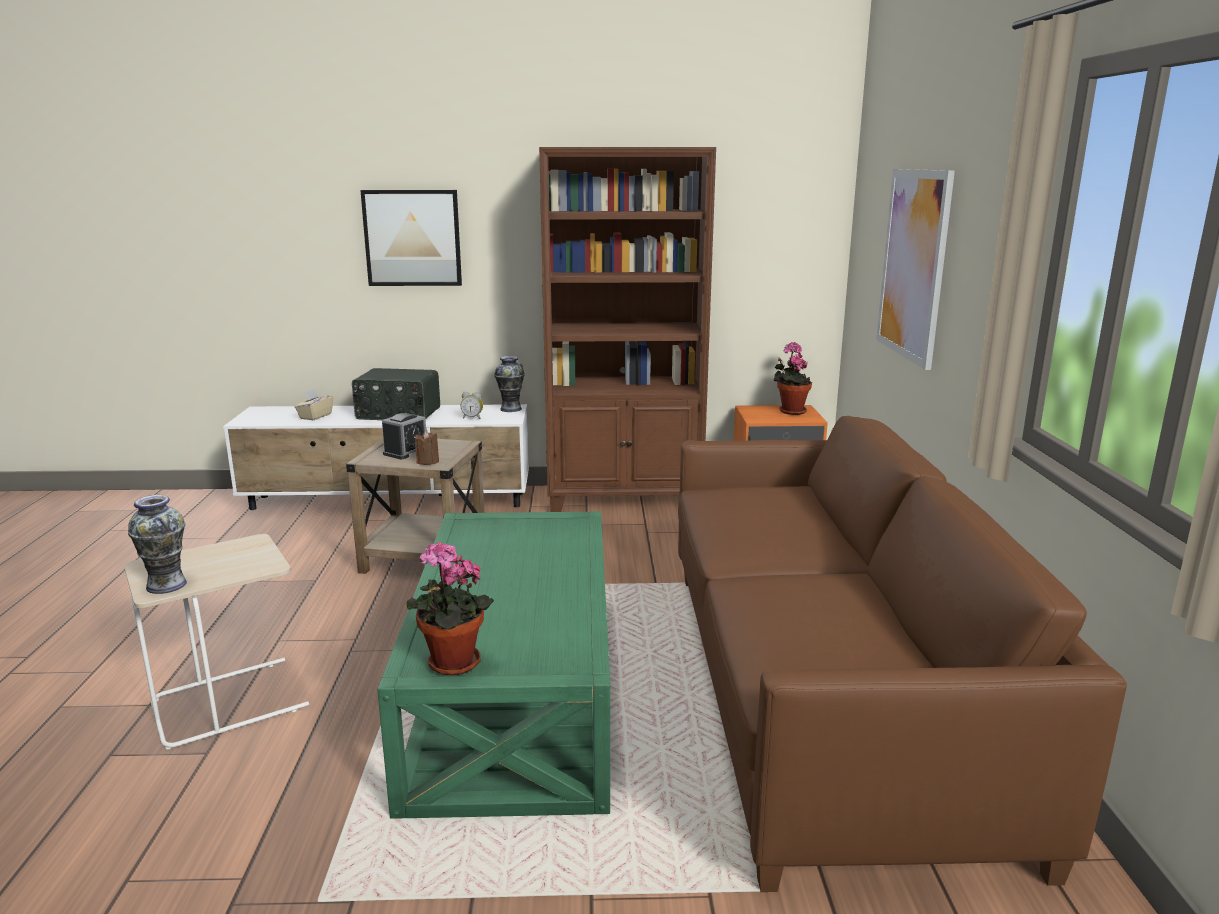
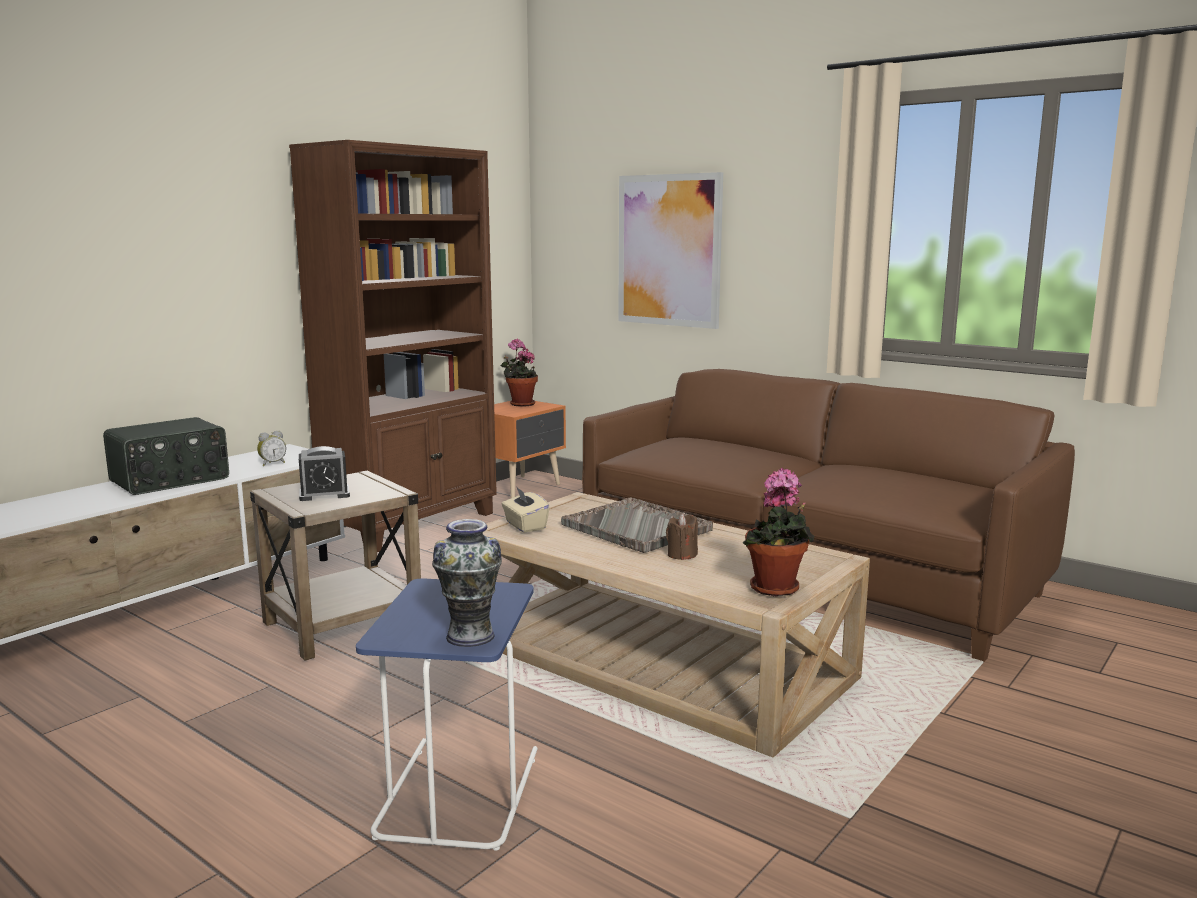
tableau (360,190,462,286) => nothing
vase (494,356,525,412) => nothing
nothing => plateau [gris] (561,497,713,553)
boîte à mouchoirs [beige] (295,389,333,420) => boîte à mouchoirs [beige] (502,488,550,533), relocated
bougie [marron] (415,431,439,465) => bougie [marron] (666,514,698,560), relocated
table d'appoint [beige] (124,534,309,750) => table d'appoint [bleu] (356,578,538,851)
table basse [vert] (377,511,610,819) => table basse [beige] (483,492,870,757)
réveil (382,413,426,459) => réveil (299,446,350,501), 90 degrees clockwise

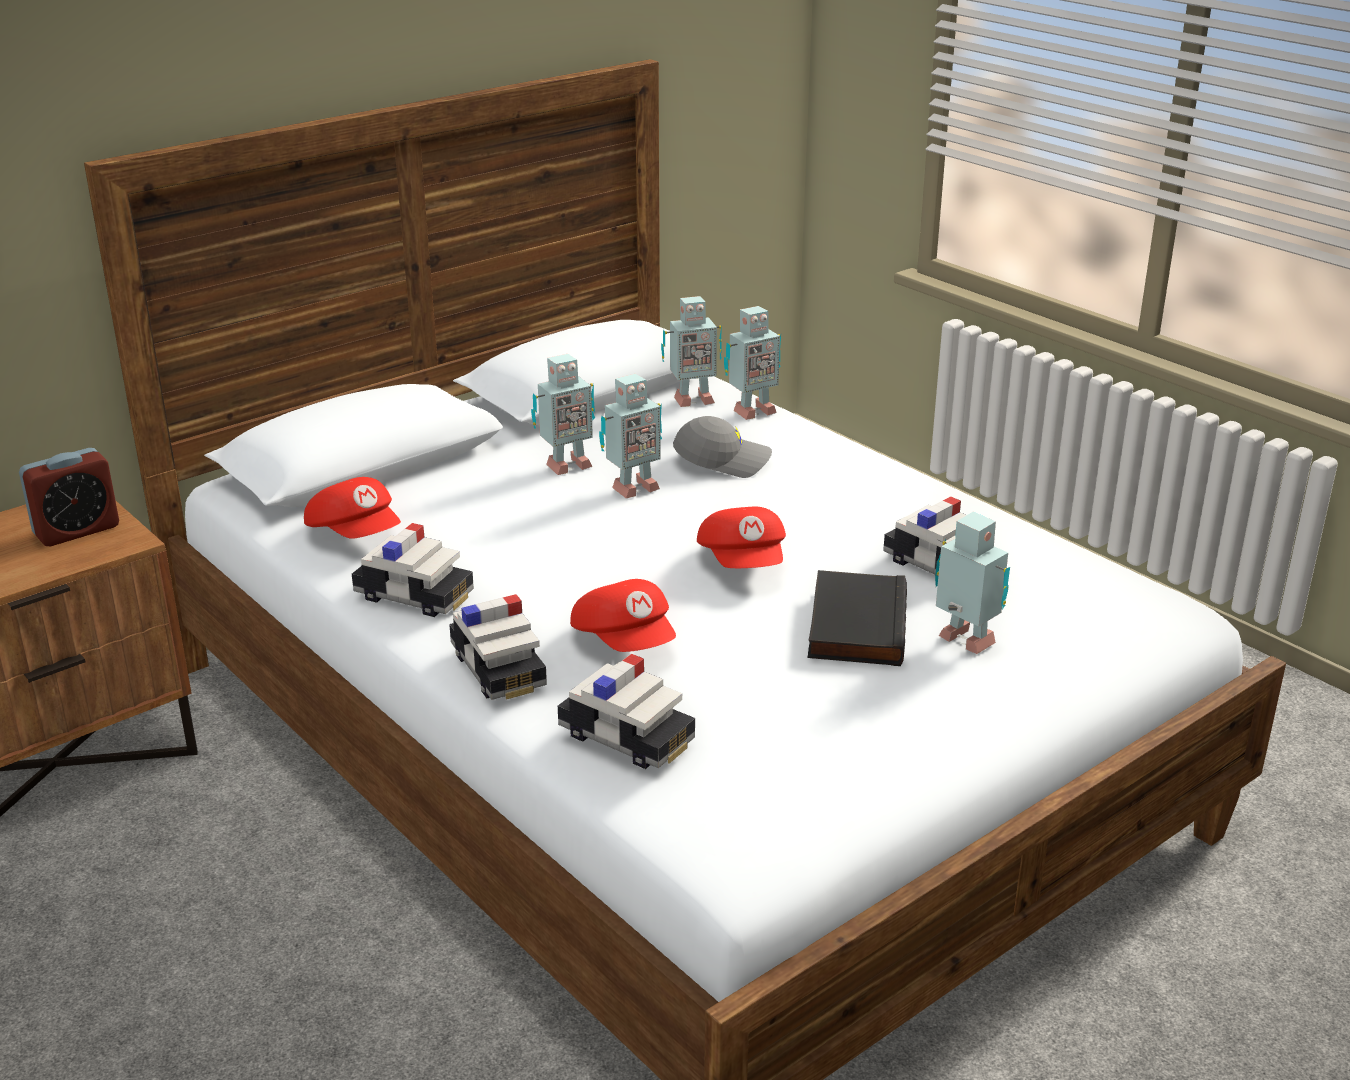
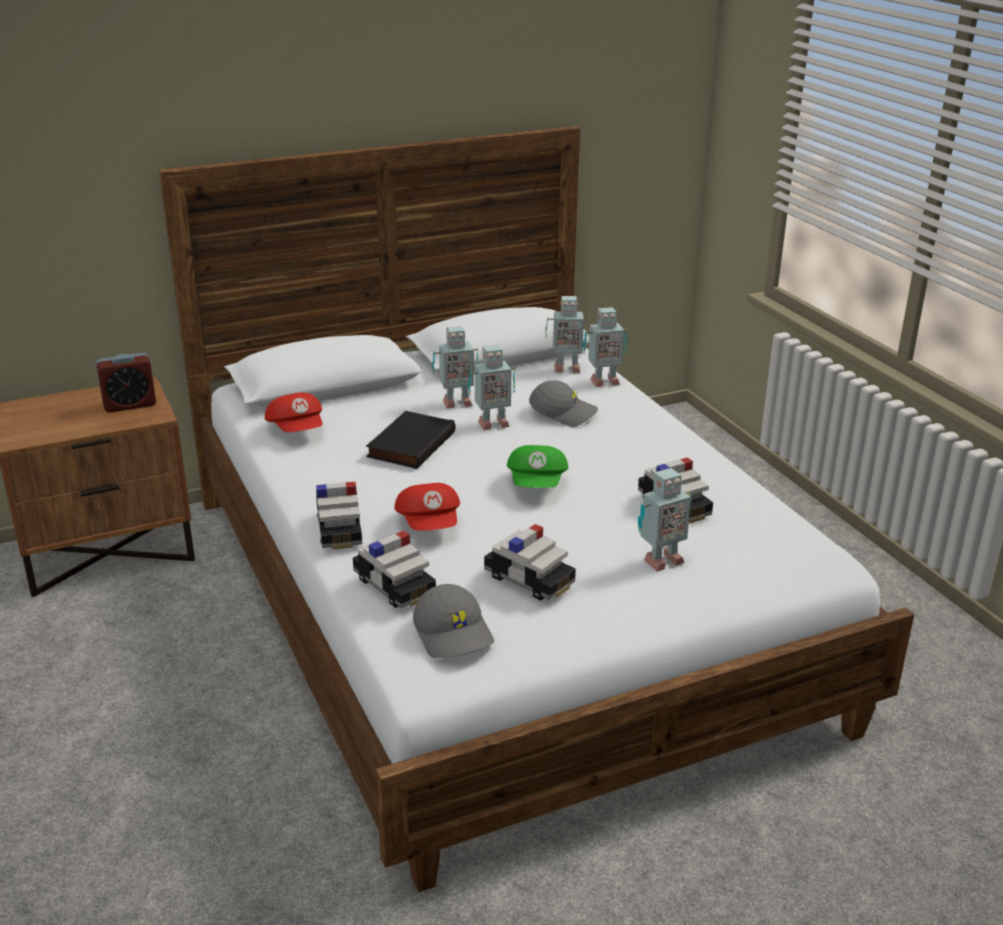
nothing => casquette [gris] (413,584,494,658)
petite voiture (352,523,474,617) => petite voiture (484,524,576,600), relocated
livre [noir] (808,570,907,666) => livre [noir] (366,411,455,469), relocated
casquette [rouge] (697,507,786,568) => casquette [vert] (507,445,568,488)
robot jouet (935,512,1010,654) => robot jouet (638,468,691,571), 90 degrees clockwise

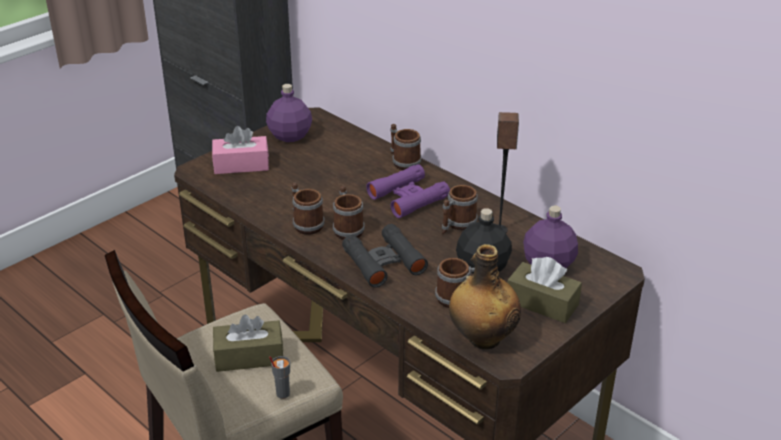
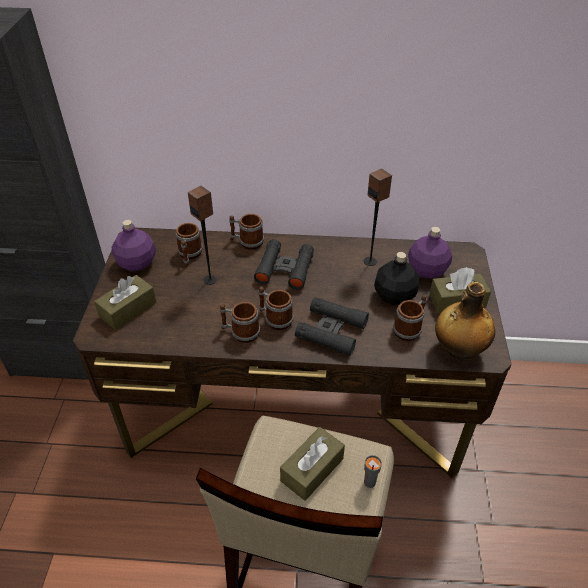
nothing => enceinte (188,186,217,285)
mug (442,185,478,234) => mug (176,223,203,267), relocated
boîte à mouchoirs [rose] (212,126,269,174) => boîte à mouchoirs [marron] (94,275,156,330)
jumelles [violet] (366,164,450,218) => jumelles [noir] (254,239,314,290)

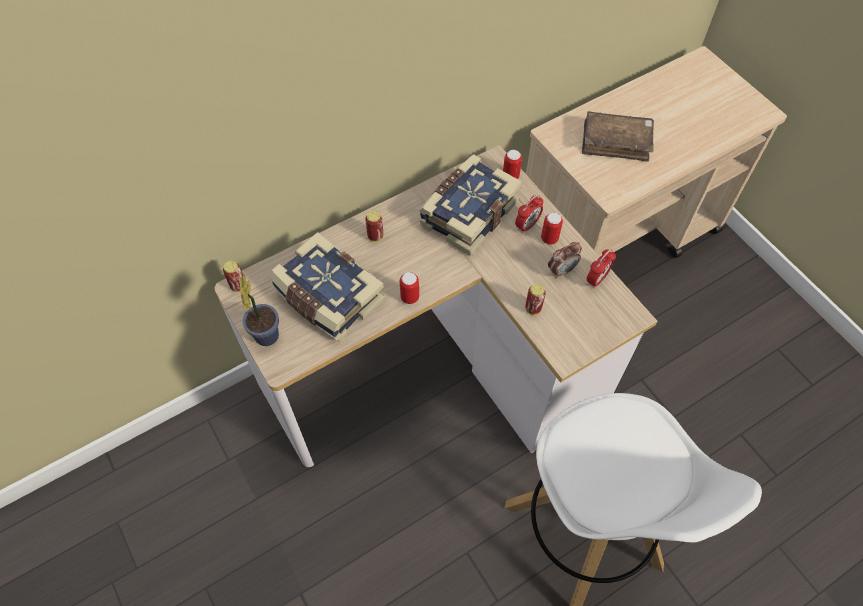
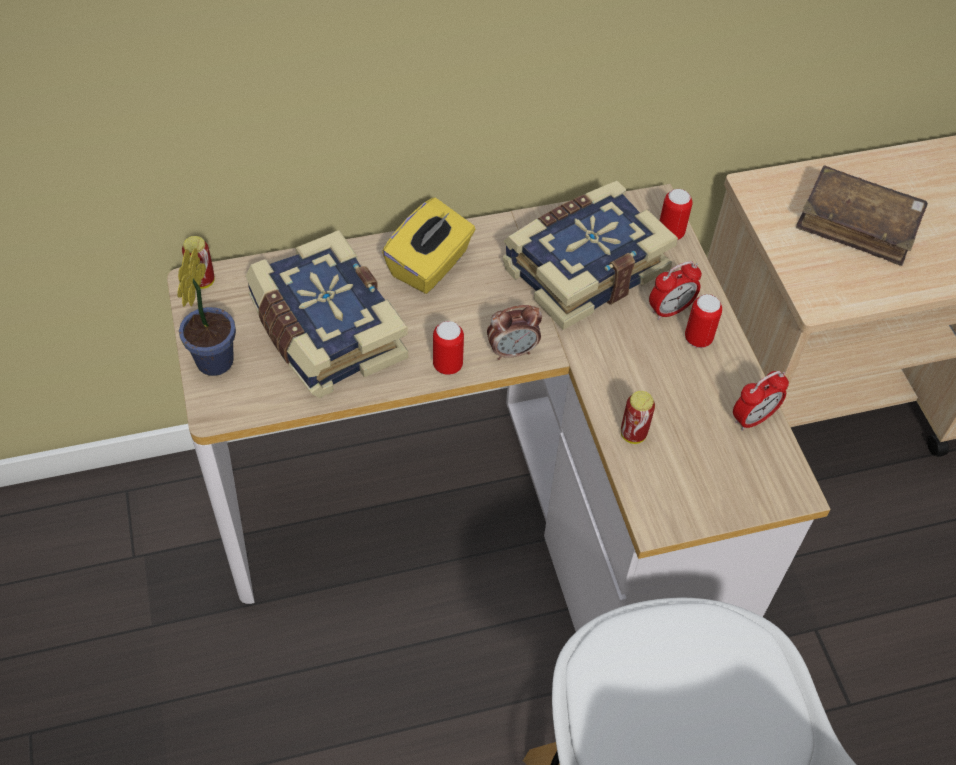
réveil (548,242,582,279) => réveil (487,305,542,360), relocated
boîte métallique (365,210,383,242) => boîte à mouchoirs [jaune] (382,197,476,294)

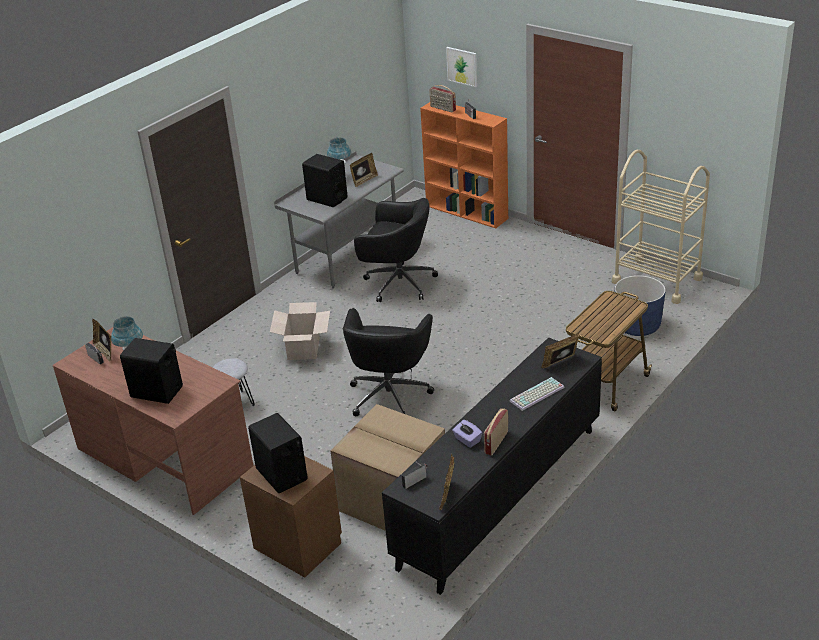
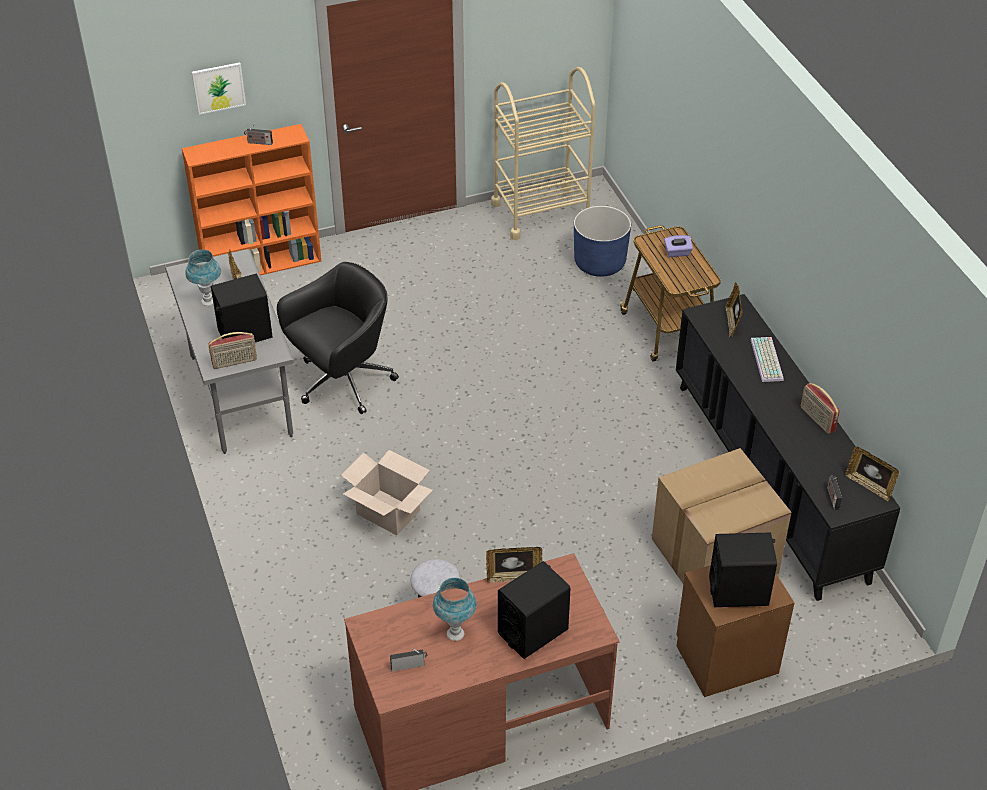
chaise de bureau [noir] (343,308,434,416) => nothing
cadre photo (92,319,111,362) => cadre photo (486,547,542,583), relocated
radio (429,85,456,113) => radio (208,332,257,369), relocated
boîte à mouchoirs [violet] (452,420,482,448) => boîte à mouchoirs [violet] (664,235,693,257), relocated

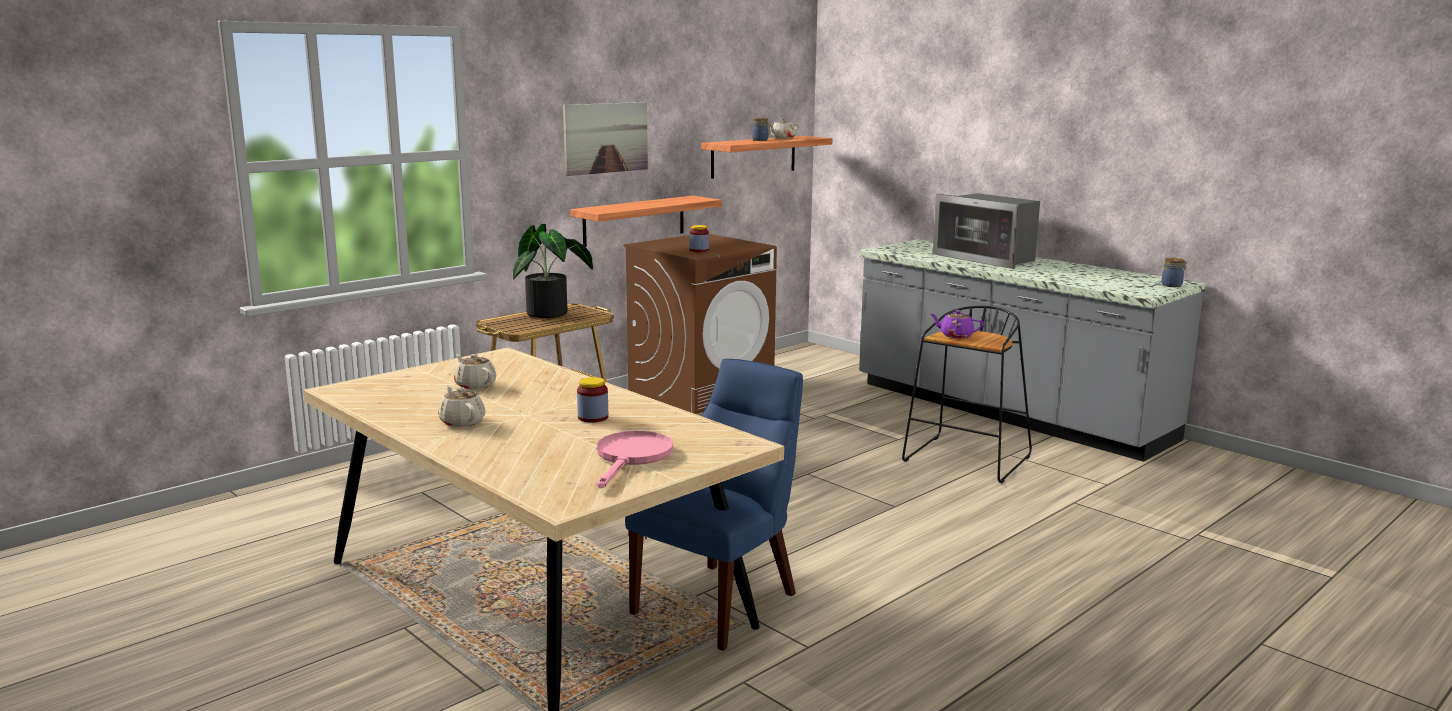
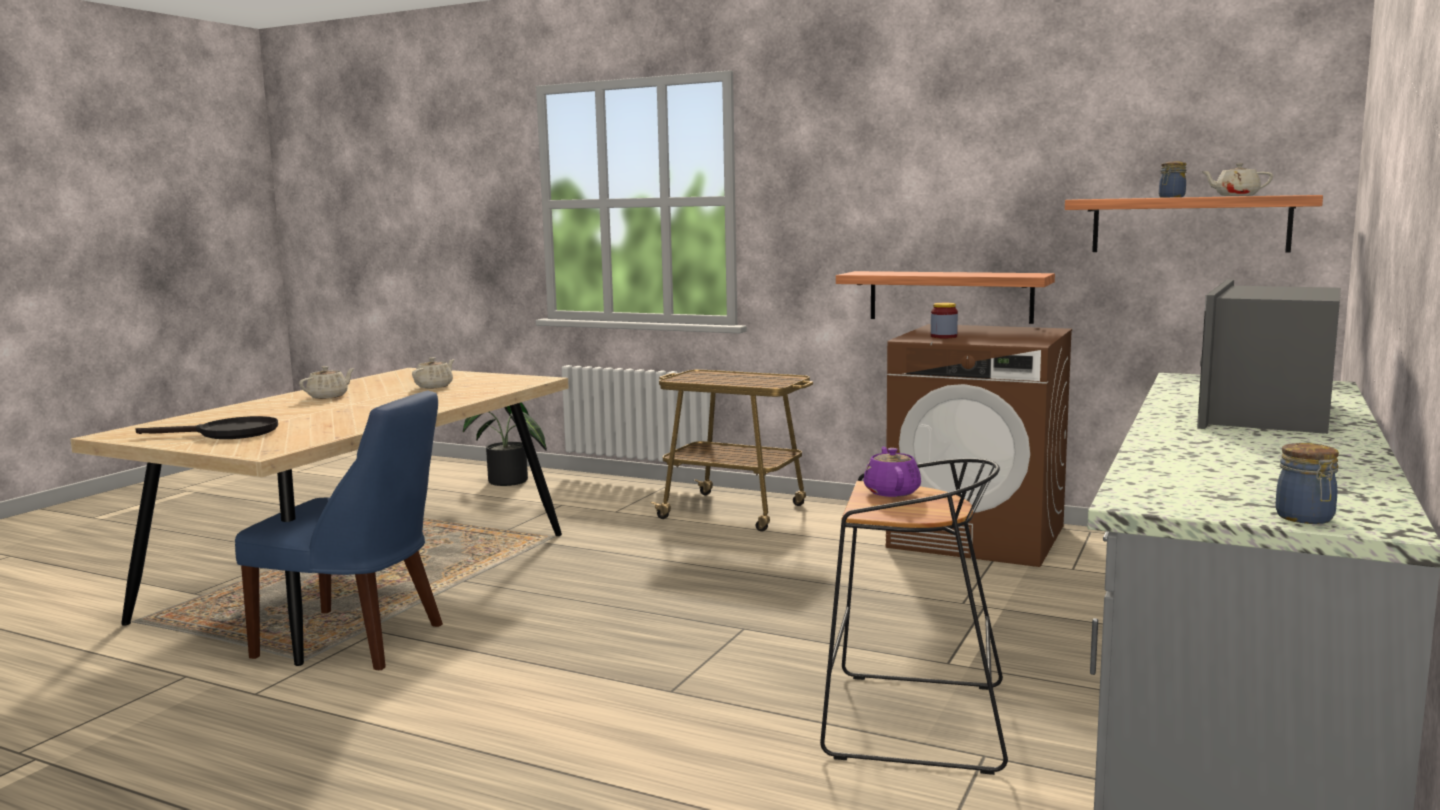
tableau (563,102,648,176) => nothing
bocal (577,377,608,423) => nothing
plante en pot (513,224,593,318) => plante en pot (463,402,547,486), relocated
poêle [rose] (596,431,673,488) => poêle [noir] (135,416,278,439)

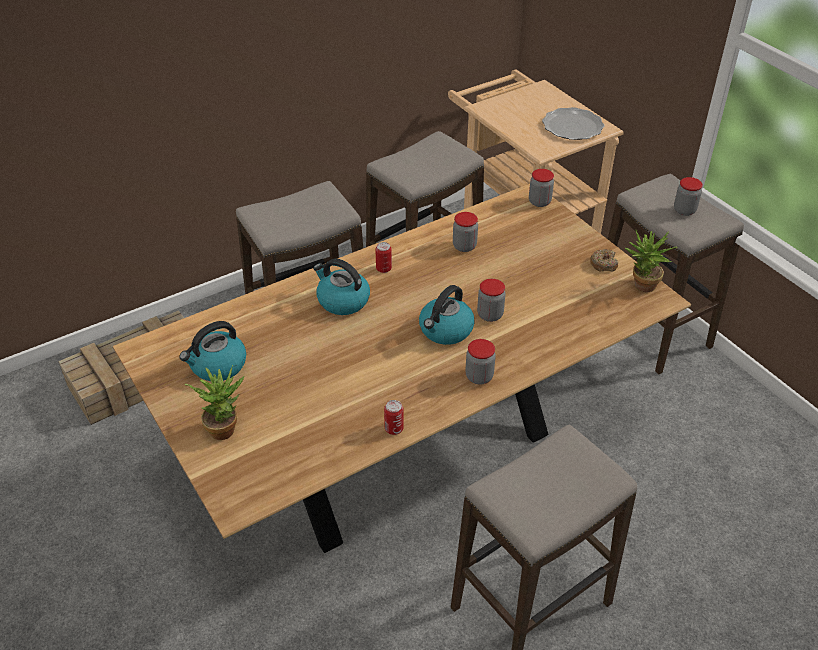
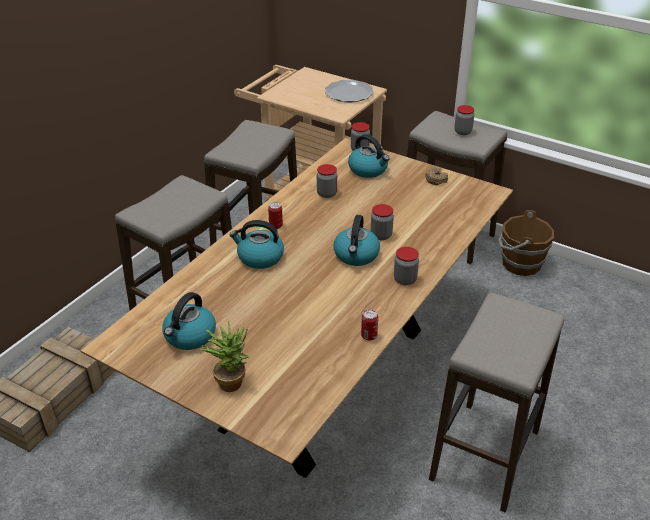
plante en pot (625,230,677,292) => nothing
nothing => bouilloire (348,134,390,178)
nothing => seau [marron] (498,210,554,276)

